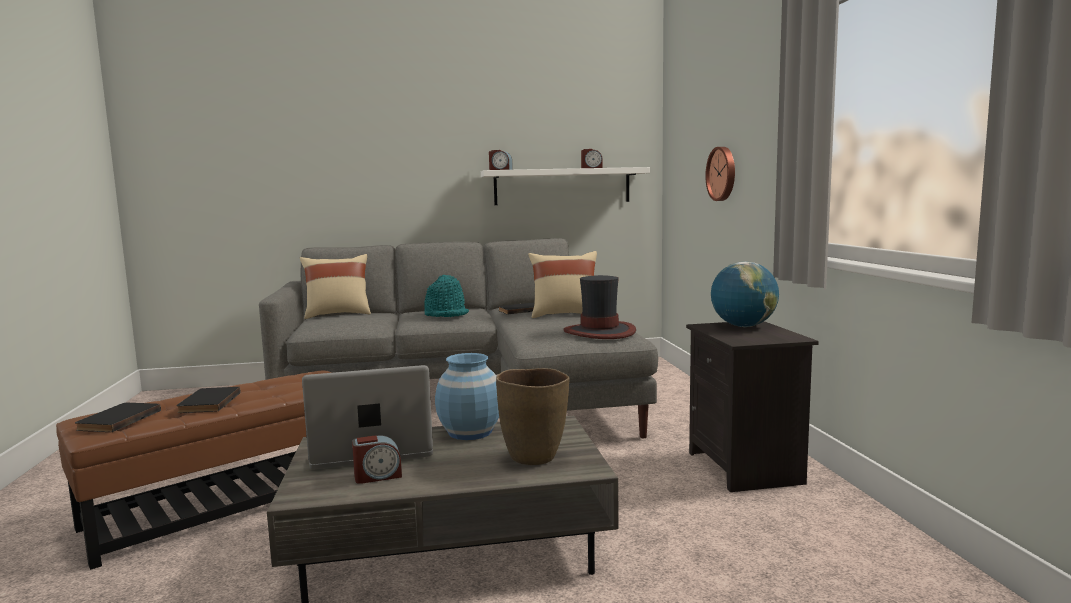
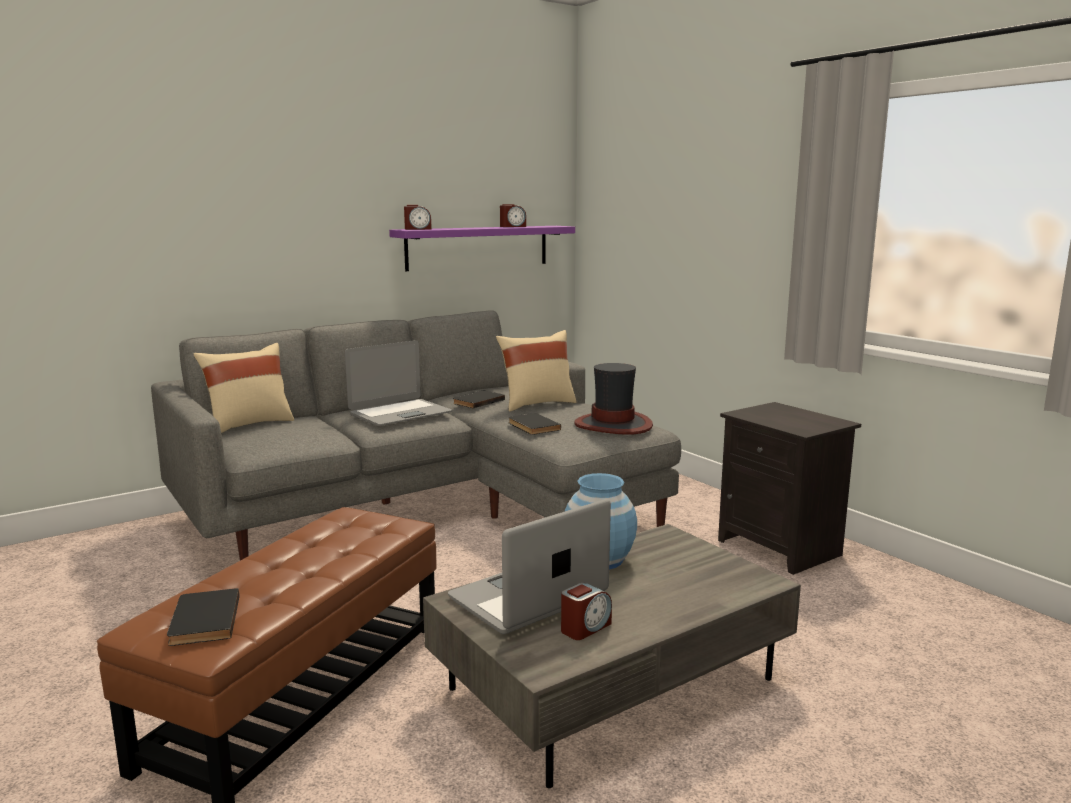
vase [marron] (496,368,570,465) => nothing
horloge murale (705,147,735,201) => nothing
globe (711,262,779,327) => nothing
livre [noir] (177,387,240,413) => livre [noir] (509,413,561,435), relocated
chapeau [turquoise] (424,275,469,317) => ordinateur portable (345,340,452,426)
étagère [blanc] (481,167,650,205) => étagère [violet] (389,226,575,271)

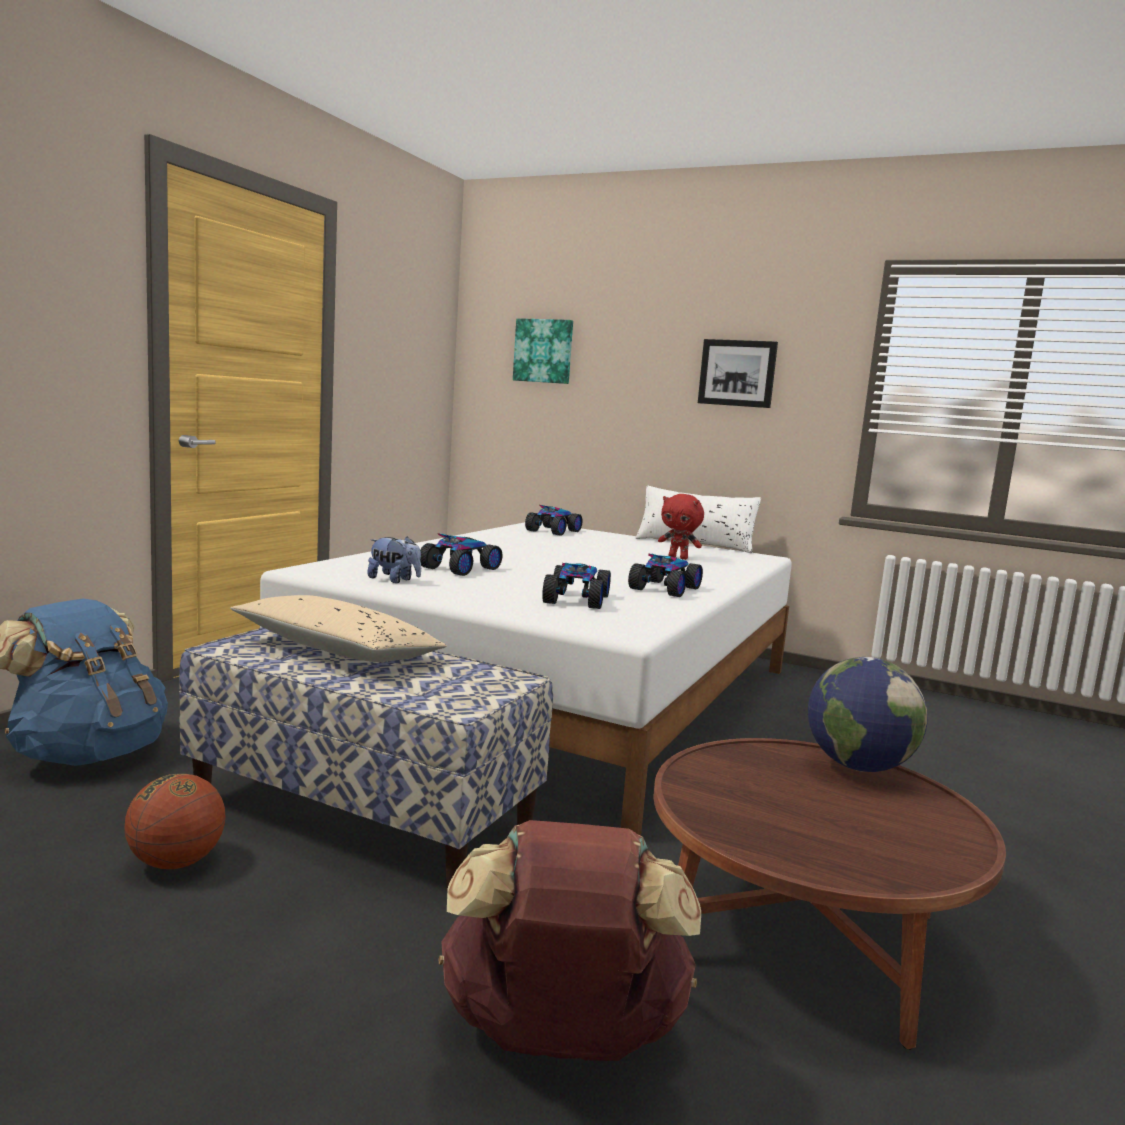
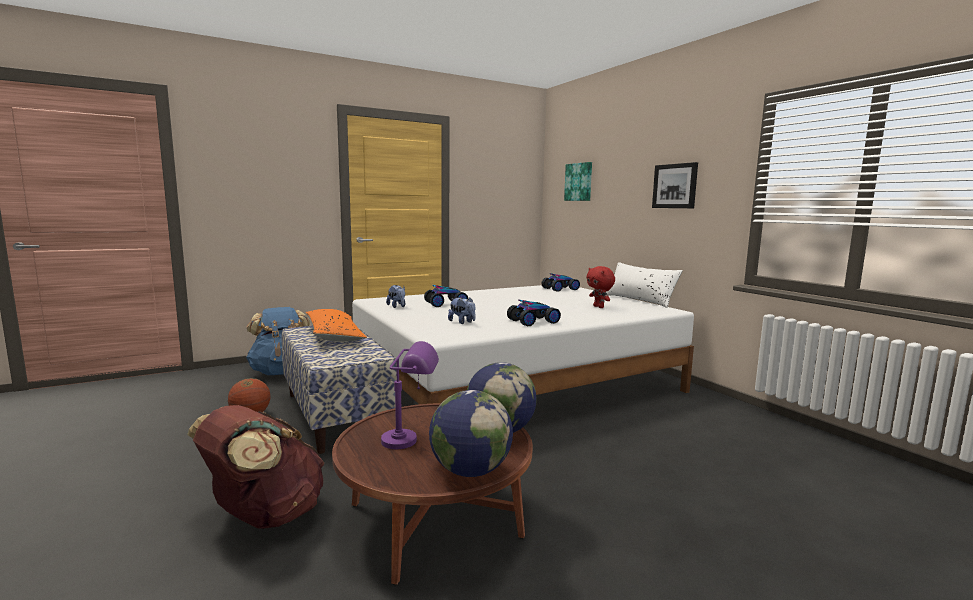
nothing => lampe de table [violet] (381,341,439,449)
nothing => globe (429,390,513,477)
petite voiture (542,563,611,609) => peluche (448,297,476,324)
coussin [beige] (230,595,447,662) => coussin [orange] (305,309,367,342)

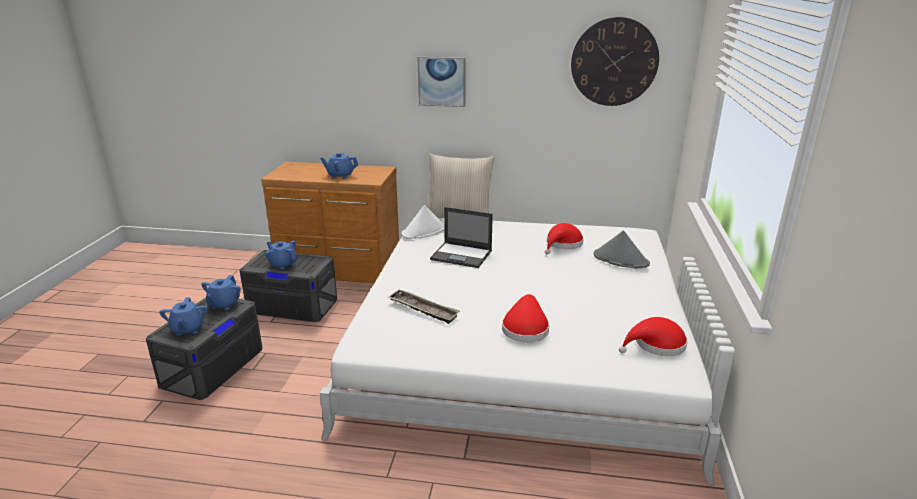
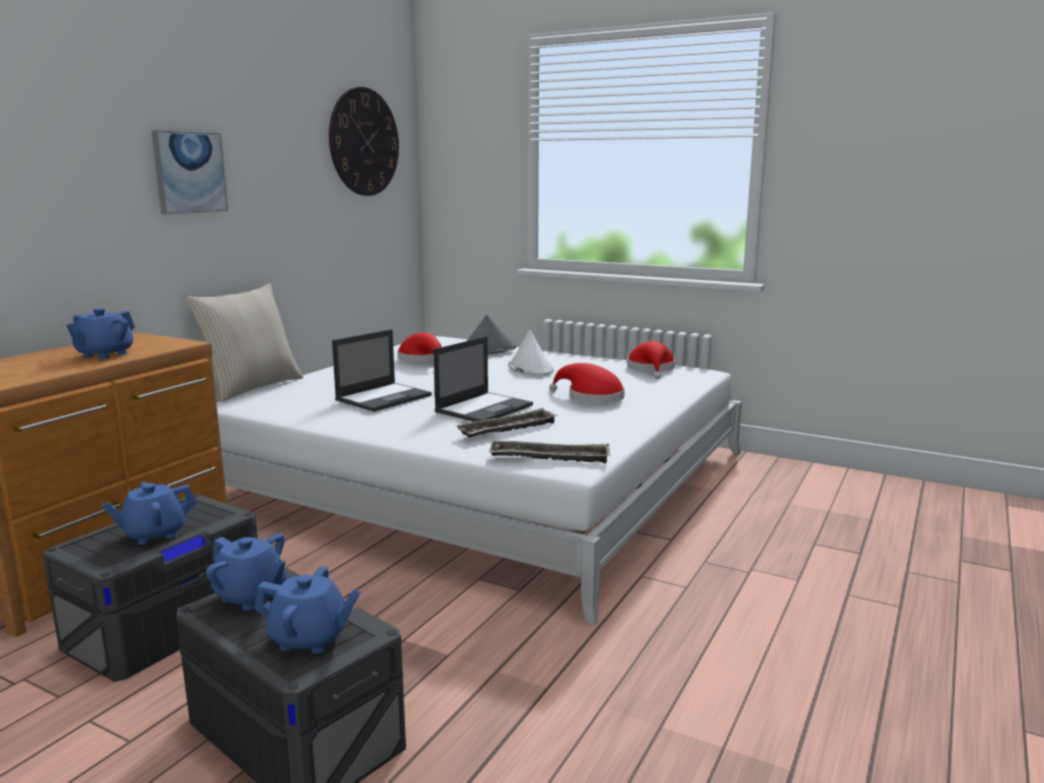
nothing => ordinateur portable (433,336,533,422)
nothing => plateau (489,440,610,463)
chapeau [blanc] (402,205,445,239) => chapeau [blanc] (508,329,554,376), relocated

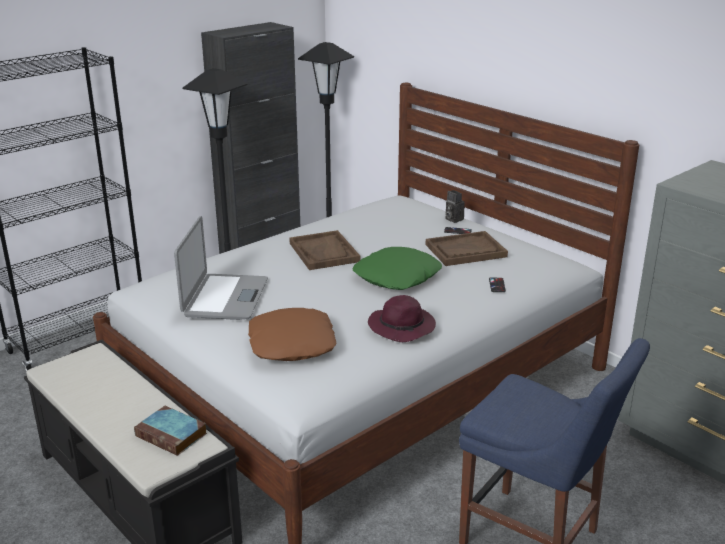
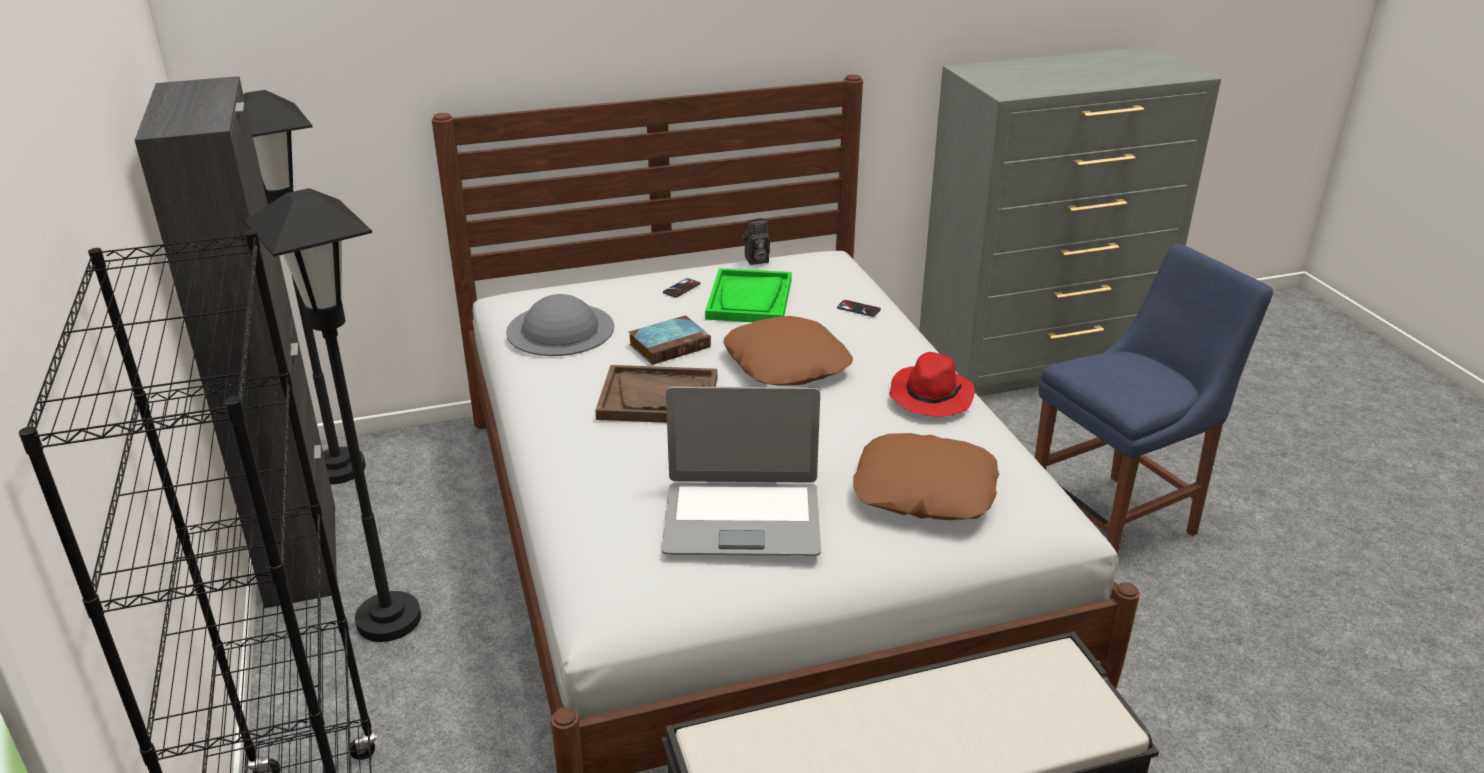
nothing => chapeau [gris] (506,294,614,356)
livre (134,406,207,456) => livre (629,315,711,365), relocated
appareil photo (446,190,465,223) => appareil photo (742,218,770,265), relocated
coussin [vert] (353,247,442,290) => coussin [marron] (723,316,853,386)
chapeau [violet] (368,295,436,342) => chapeau [rouge] (889,352,975,417)
plateau [marron] (426,231,508,266) => plateau [vert] (705,268,792,322)
ordinateur portable (174,216,268,320) => ordinateur portable (662,386,821,556), 150 degrees clockwise

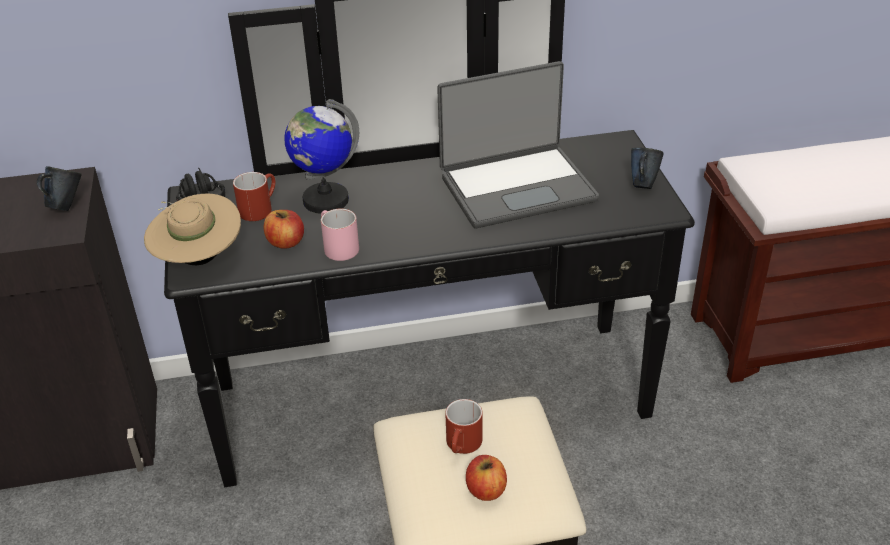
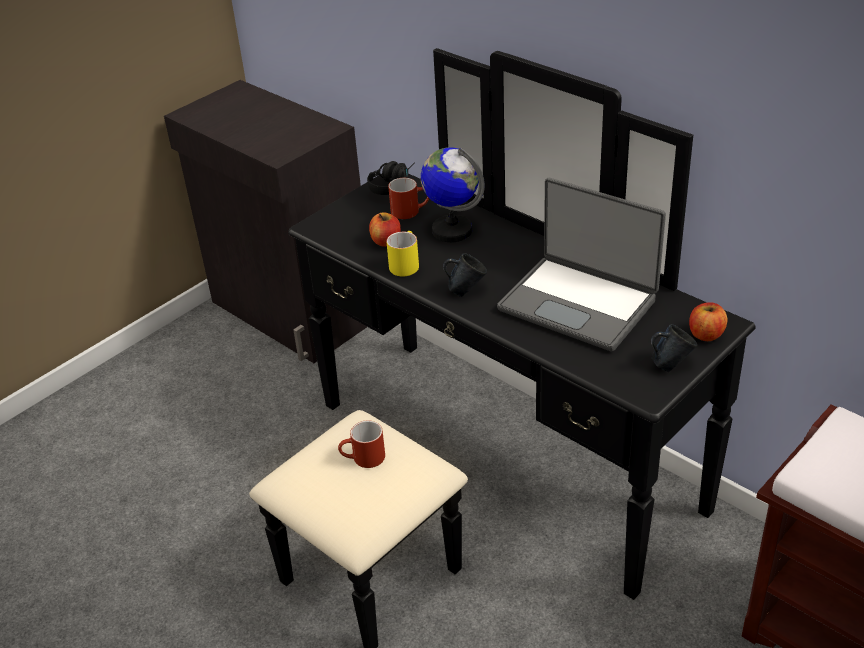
chapeau [beige] (144,194,241,265) => nothing
mug [bleu] (37,166,82,211) => mug [bleu] (443,253,487,297), relocated
pomme (466,455,507,501) => pomme (689,302,728,341), relocated
mug [rose] (321,209,359,261) => mug [jaune] (386,231,419,277)

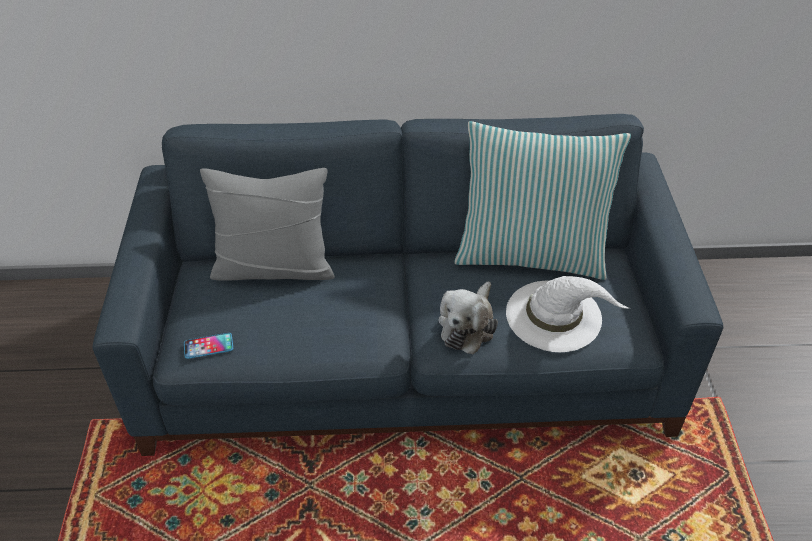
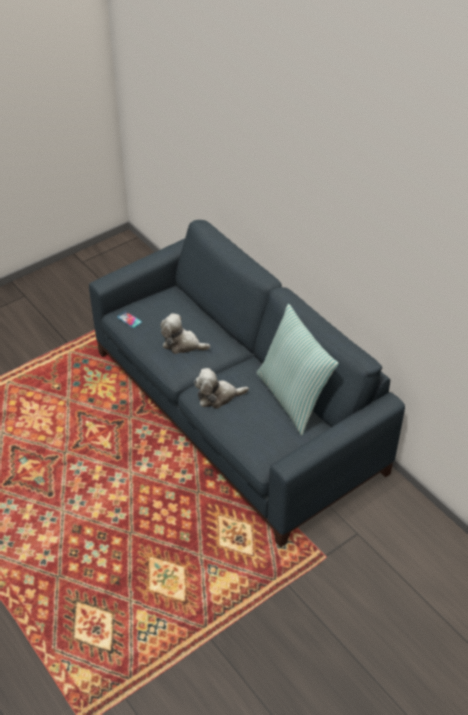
coussin [gris] (200,168,335,281) => nothing
chapeau [blanc] (506,276,629,352) => nothing
nothing => peluche (160,313,210,354)

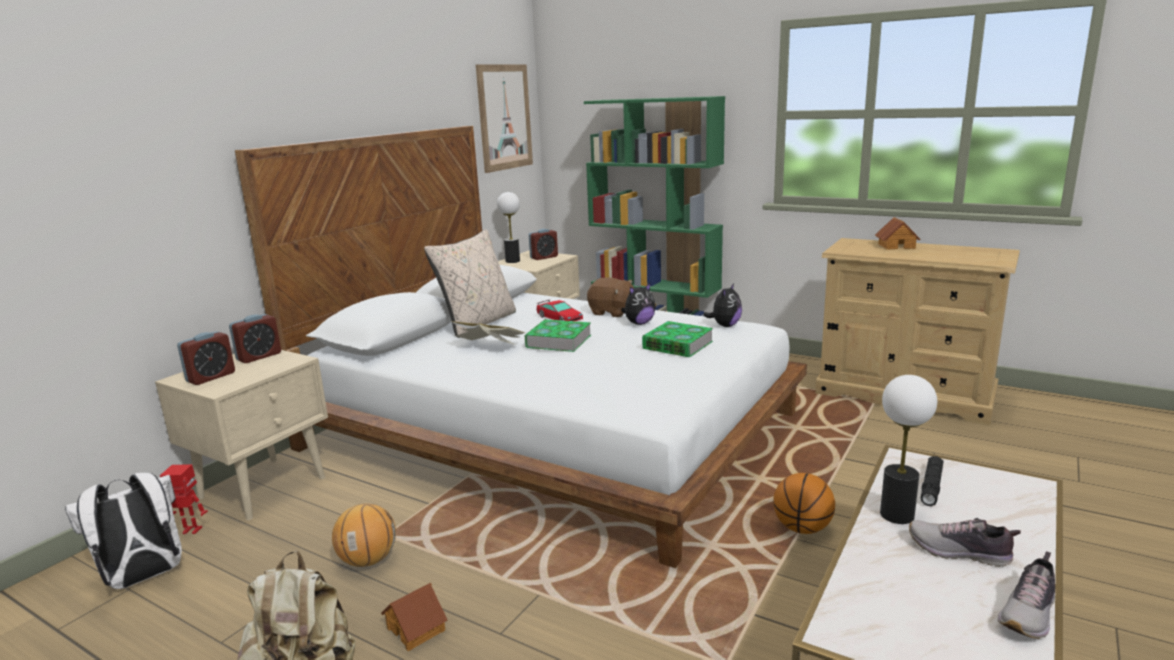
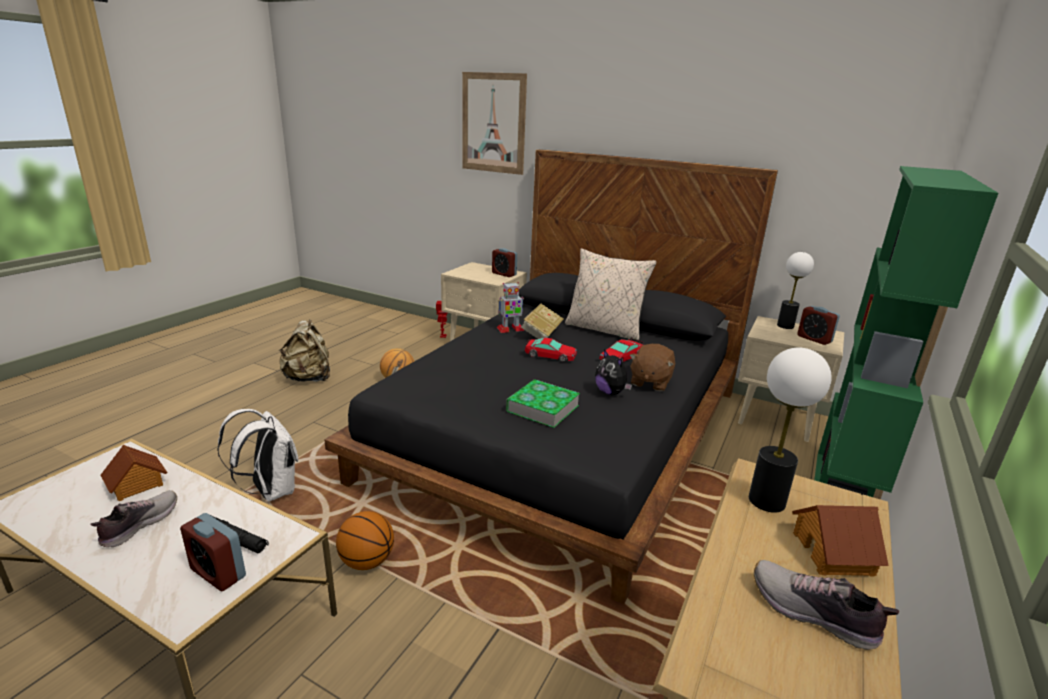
peluche (703,283,742,327) => nothing
nothing => robot jouet (497,282,524,333)
sac à dos [blanc] (65,473,182,589) => sac à dos [blanc] (217,409,298,501), relocated
réveil (177,331,235,385) => réveil (180,513,246,591), relocated
maison miniature (381,583,447,651) => maison miniature (100,445,167,501), relocated
tableau (476,64,533,173) => tableau (462,72,527,175), relocated
lampe de table (880,375,937,524) => lampe de table (749,348,832,513), relocated
chaussure (998,552,1055,639) => chaussure (754,560,899,650), relocated
livre (524,319,591,352) => petite voiture (525,338,577,362)
lit [blanc] (235,126,807,568) => lit [noir] (324,149,778,604)

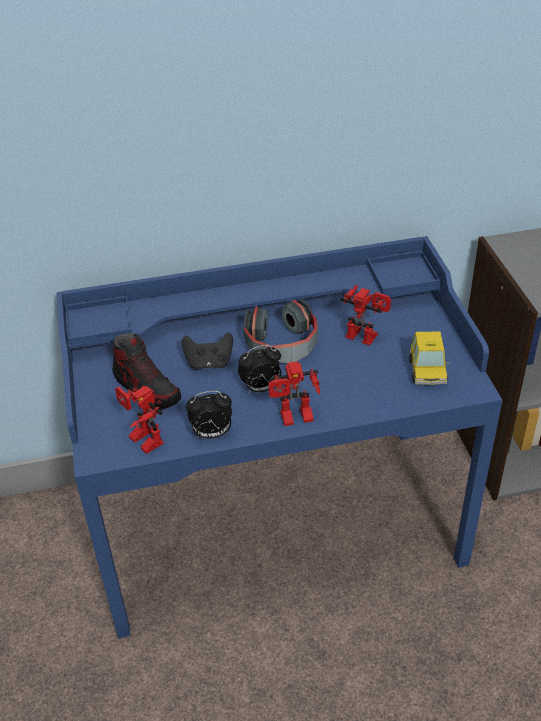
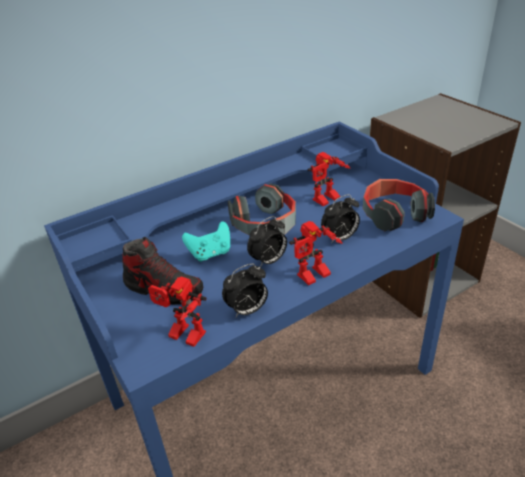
nothing => réveil (321,194,360,243)
petite voiture (409,331,450,385) => casque audio (363,179,435,231)
manette [noir] (182,332,233,370) => manette [turquoise] (182,221,230,262)
robot jouet (340,285,391,345) => robot jouet (307,152,350,206), 135 degrees clockwise

